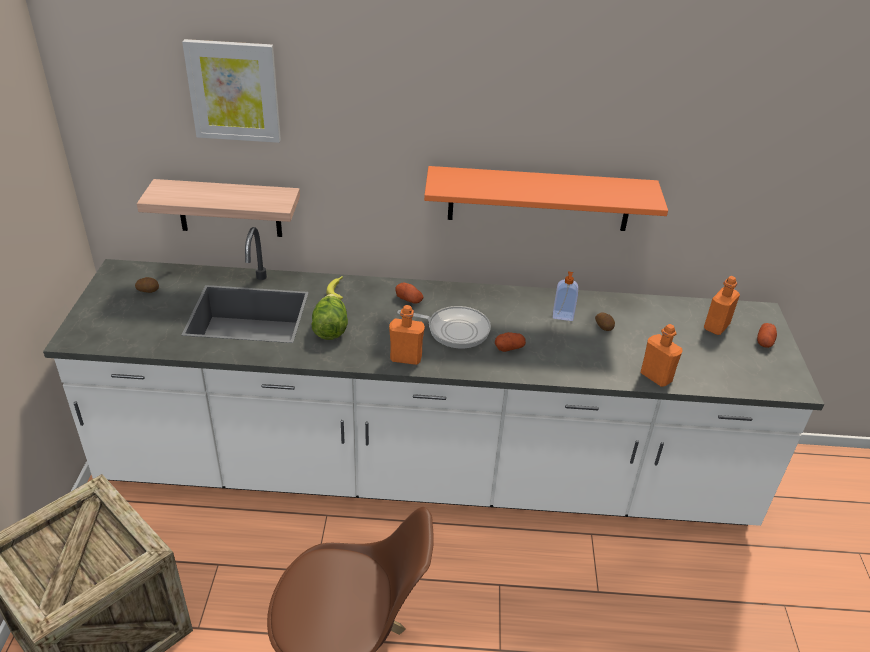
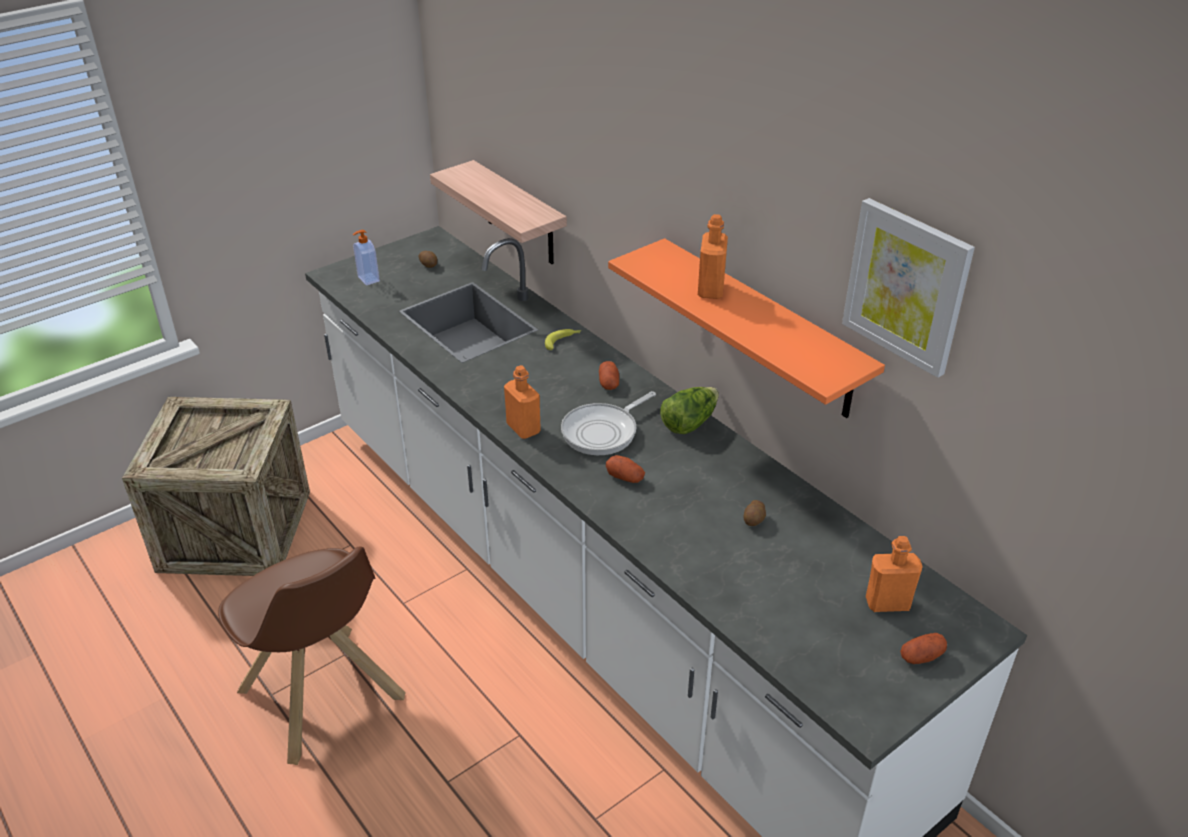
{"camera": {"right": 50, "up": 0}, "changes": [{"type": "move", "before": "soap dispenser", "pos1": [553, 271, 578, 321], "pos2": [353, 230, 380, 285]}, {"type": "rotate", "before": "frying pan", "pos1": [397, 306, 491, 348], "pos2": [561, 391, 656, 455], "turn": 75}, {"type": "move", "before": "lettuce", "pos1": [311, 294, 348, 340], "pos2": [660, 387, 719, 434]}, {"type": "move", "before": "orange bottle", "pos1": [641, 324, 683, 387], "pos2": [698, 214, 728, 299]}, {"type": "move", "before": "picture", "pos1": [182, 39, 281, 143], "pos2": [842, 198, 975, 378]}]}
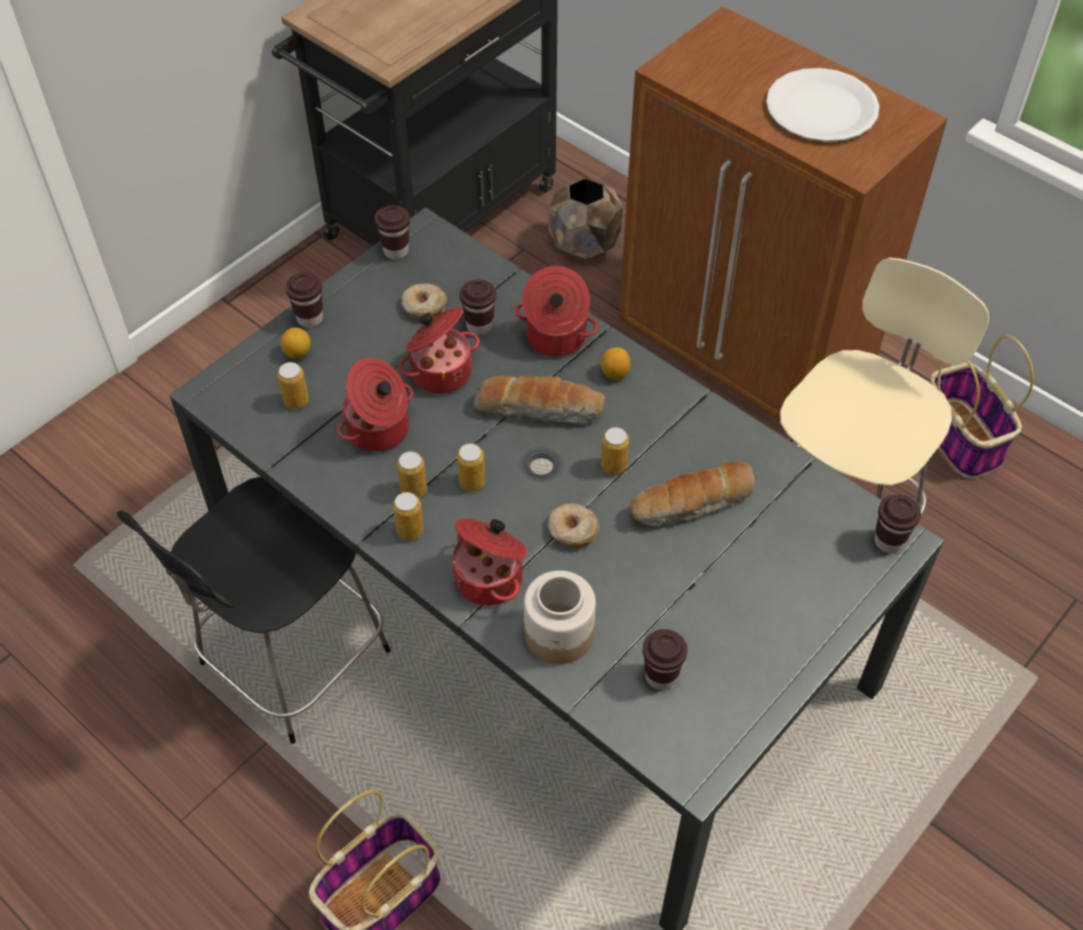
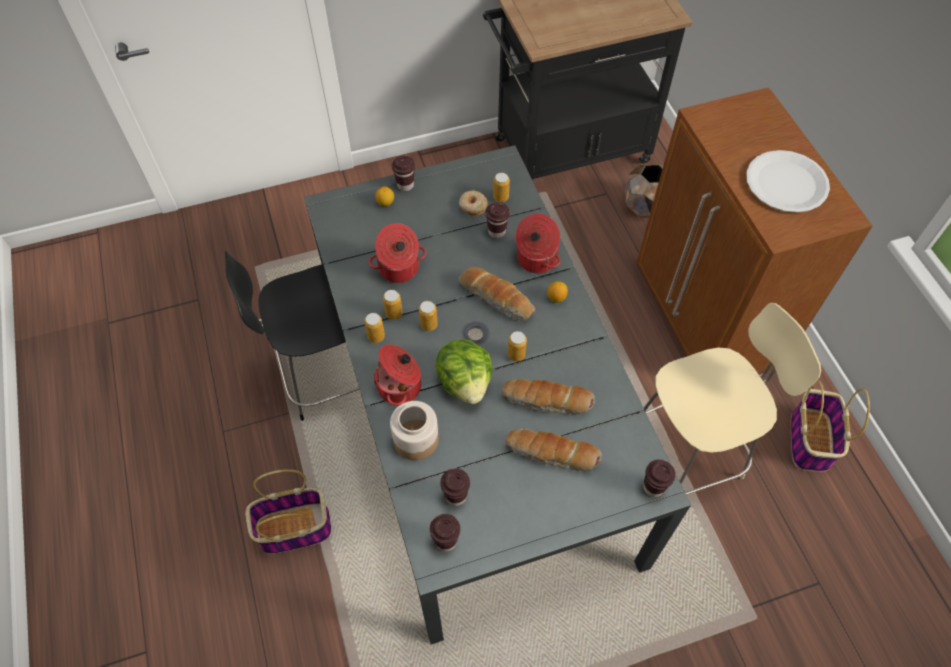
{"camera": {"right": 30, "up": 5}, "changes": [{"type": "move", "before": "brown cup", "pos1": [375, 205, 410, 259], "pos2": [430, 514, 460, 551]}, {"type": "replace", "before": "donut", "after": "lettuce", "pos1": [548, 503, 600, 549], "pos2": [435, 339, 493, 404]}, {"type": "move", "before": "can", "pos1": [277, 362, 309, 409], "pos2": [493, 173, 510, 202]}, {"type": "insert", "after": "bread", "pos2": [505, 429, 602, 471]}, {"type": "delete", "before": "cooking pot", "pos1": [399, 307, 480, 394]}]}
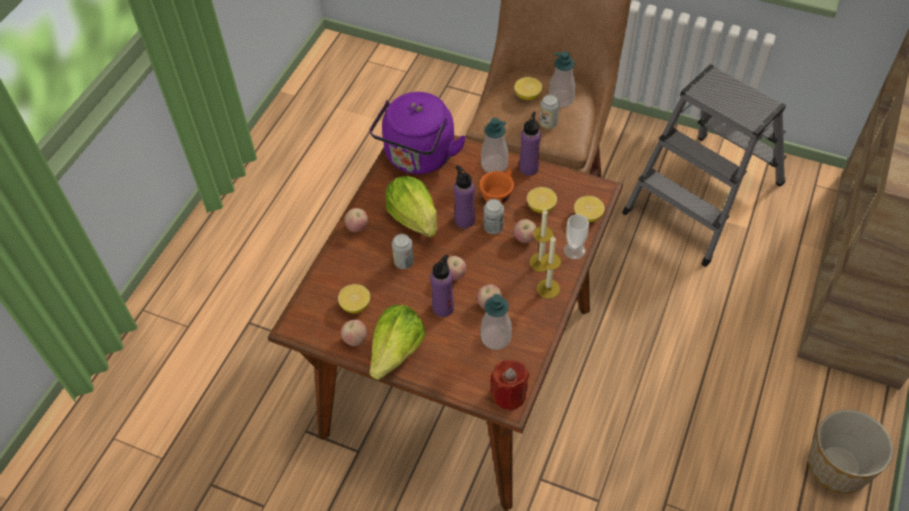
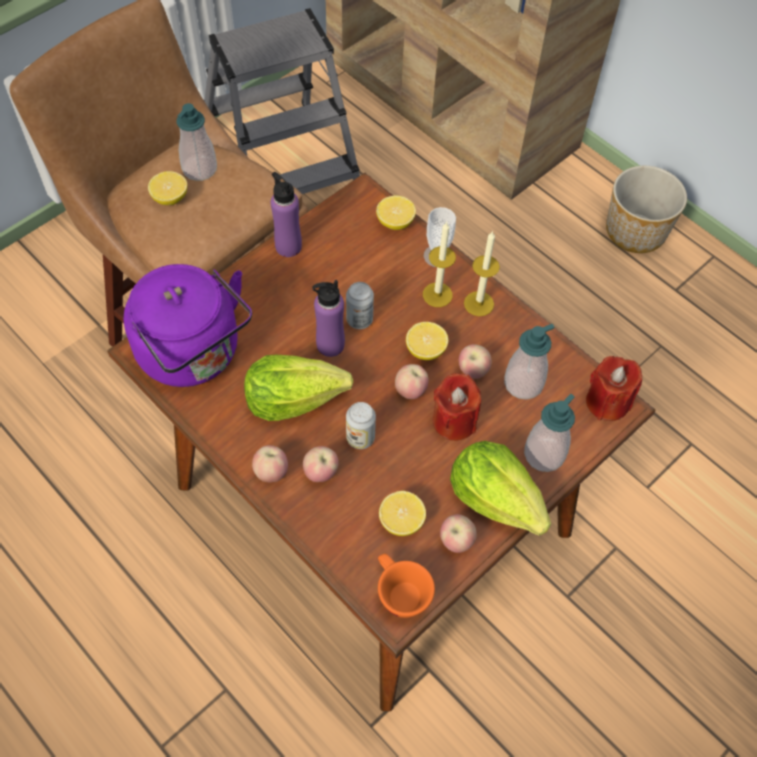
{"camera": {"right": -70, "up": 5}, "changes": [{"type": "move", "before": "apple", "pos1": [513, 219, 537, 243], "pos2": [303, 446, 339, 482]}, {"type": "move", "before": "orange cup", "pos1": [479, 170, 514, 204], "pos2": [378, 554, 435, 618]}, {"type": "move", "before": "lemon", "pos1": [527, 187, 557, 213], "pos2": [406, 322, 448, 360]}, {"type": "replace", "before": "purple bottle", "after": "red candle", "pos1": [430, 254, 454, 317], "pos2": [433, 373, 481, 441]}, {"type": "move", "before": "soap dispenser", "pos1": [481, 118, 508, 173], "pos2": [524, 394, 575, 472]}, {"type": "delete", "before": "can", "pos1": [540, 94, 559, 129]}]}
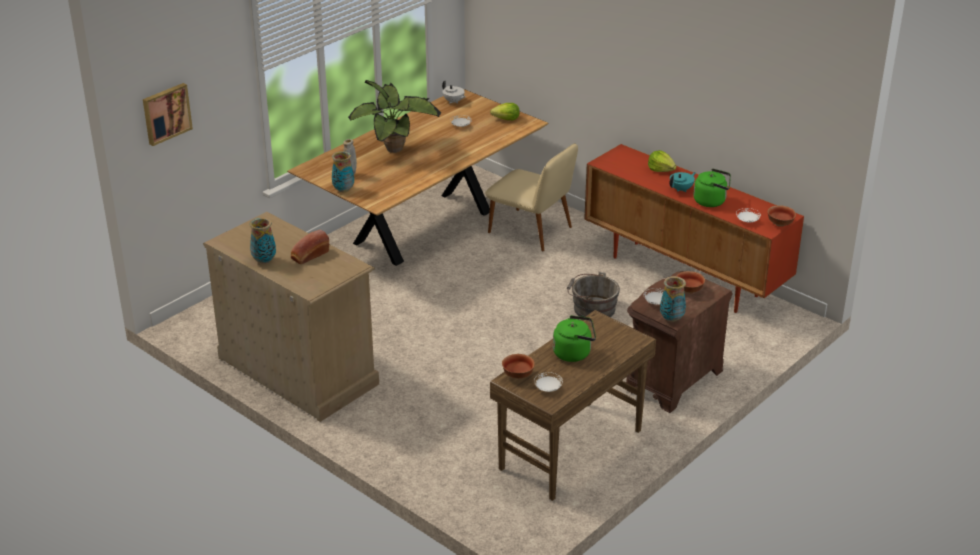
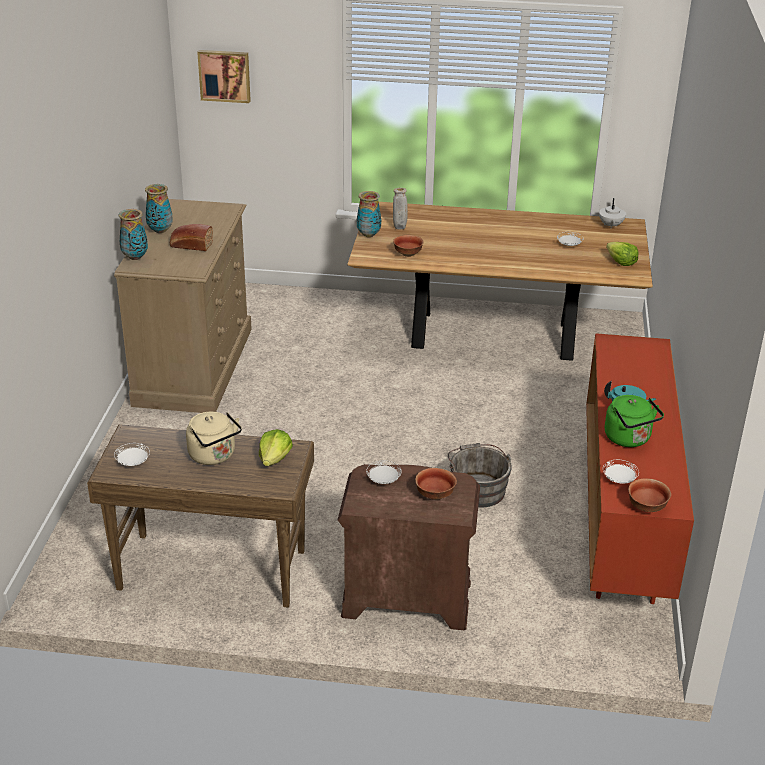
{"camera": {"right": 55, "up": 0}, "changes": [{"type": "move", "before": "vase", "pos1": [660, 276, 686, 322], "pos2": [119, 209, 148, 260]}, {"type": "recolor", "before": "green kettle", "after": "beige kettle", "pos1": [553, 315, 596, 362], "pos2": [186, 412, 242, 465]}, {"type": "move", "before": "lettuce", "pos1": [648, 150, 676, 172], "pos2": [259, 429, 293, 466]}, {"type": "move", "before": "bowl", "pos1": [502, 354, 535, 379], "pos2": [393, 235, 424, 257]}, {"type": "delete", "before": "potted plant", "pos1": [348, 80, 441, 153]}, {"type": "delete", "before": "beige chair", "pos1": [485, 143, 578, 251]}]}
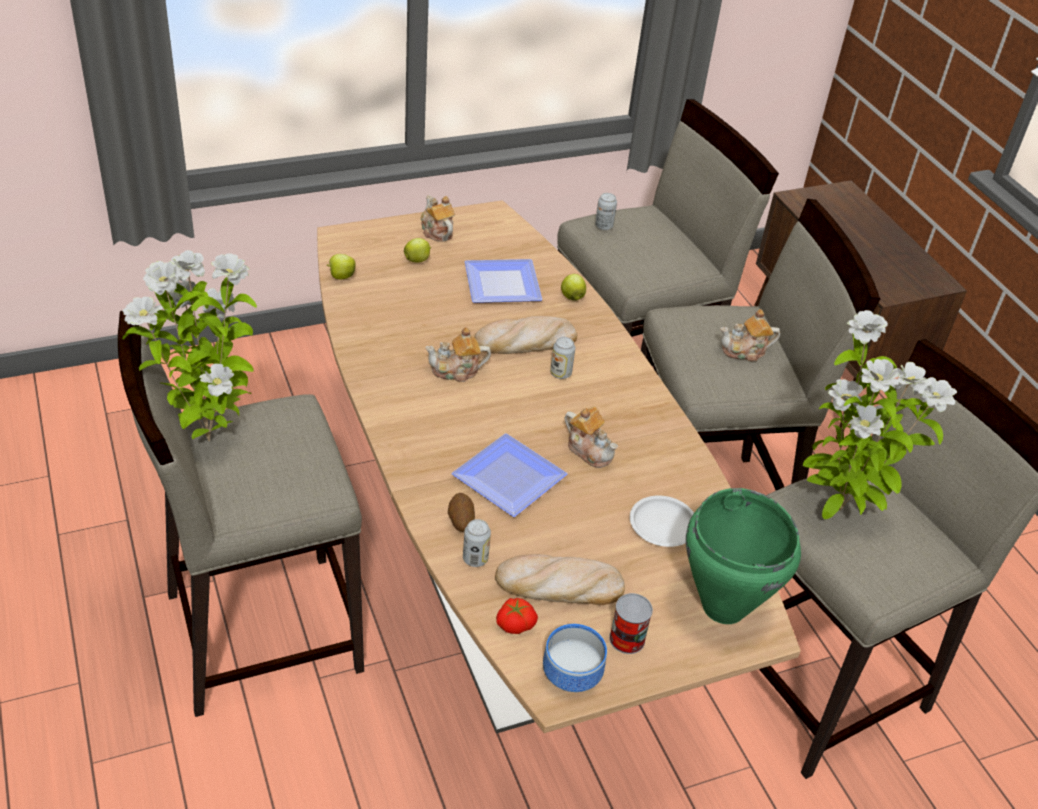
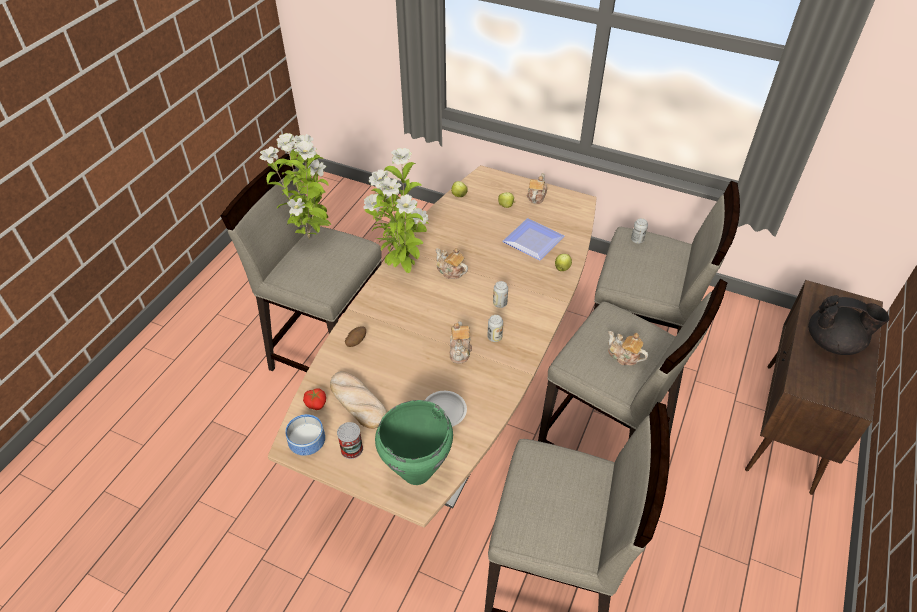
{"camera": {"right": 50, "up": 5}, "changes": [{"type": "move", "before": "potted plant", "pos1": [803, 310, 957, 519], "pos2": [363, 148, 429, 273]}, {"type": "move", "before": "can", "pos1": [463, 519, 491, 567], "pos2": [488, 315, 503, 342]}, {"type": "insert", "after": "black teapot", "pos2": [808, 295, 890, 355]}, {"type": "delete", "before": "plate", "pos1": [452, 433, 567, 517]}, {"type": "delete", "before": "bread", "pos1": [474, 316, 577, 354]}]}
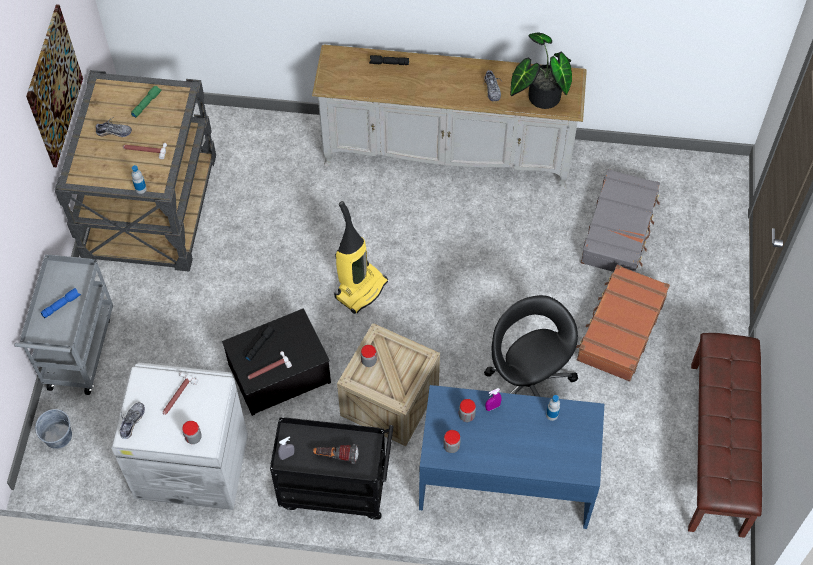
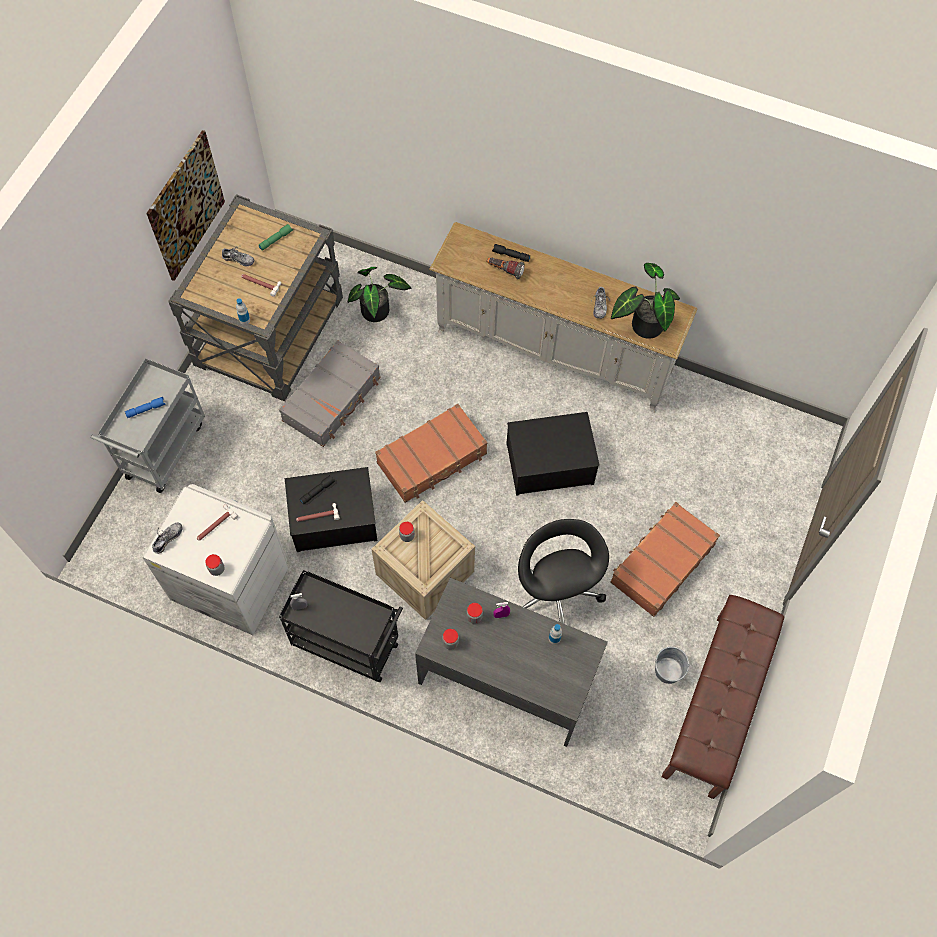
{"camera": {"right": 15, "up": 5}, "changes": [{"type": "move", "before": "grey suitcase", "pos1": [580, 169, 660, 272], "pos2": [279, 340, 380, 447]}, {"type": "insert", "after": "potted plant", "pos2": [348, 267, 412, 322]}, {"type": "replace", "before": "vacuum cleaner", "after": "brown suitcase", "pos1": [334, 201, 388, 314], "pos2": [375, 403, 487, 503]}, {"type": "recolor", "before": "blue desk", "after": "grey desk", "pos1": [419, 385, 604, 529], "pos2": [415, 578, 608, 747]}, {"type": "move", "before": "flashlight", "pos1": [313, 444, 358, 464], "pos2": [486, 258, 525, 279]}, {"type": "insert", "after": "storage box", "pos2": [506, 412, 600, 496]}, {"type": "move", "before": "grey bucket", "pos1": [35, 409, 72, 449], "pos2": [655, 647, 689, 684]}]}
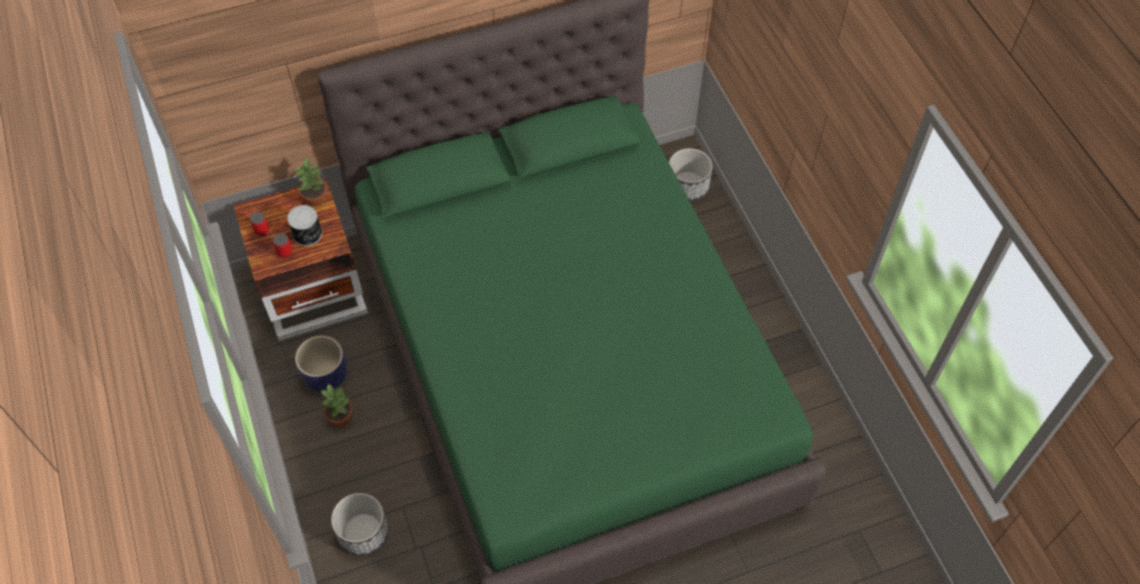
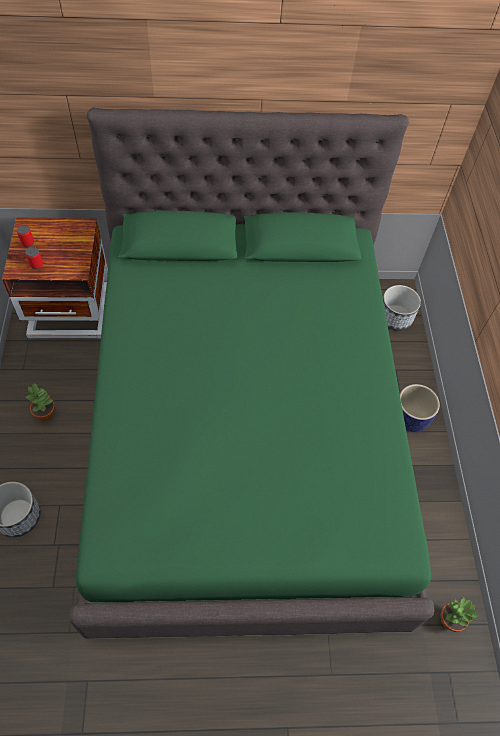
{"camera": {"right": 15, "up": 0}, "changes": [{"type": "move", "before": "planter", "pos1": [295, 335, 347, 392], "pos2": [400, 384, 440, 432]}, {"type": "move", "before": "potted plant", "pos1": [296, 158, 327, 207], "pos2": [441, 598, 478, 632]}, {"type": "delete", "before": "can", "pos1": [287, 205, 322, 246]}]}
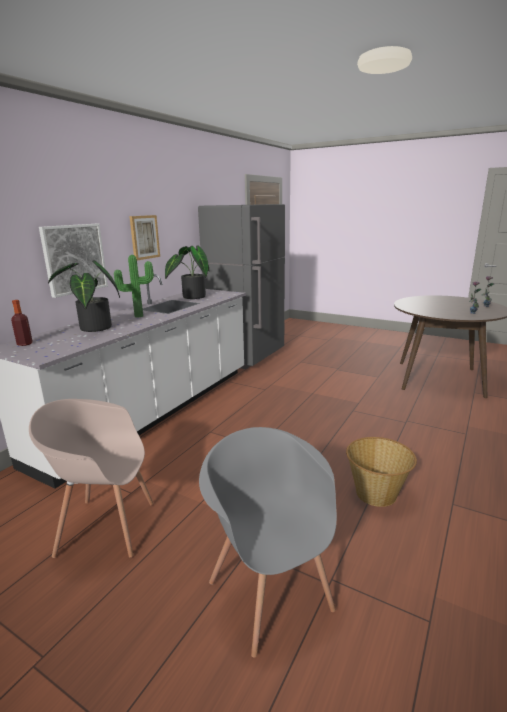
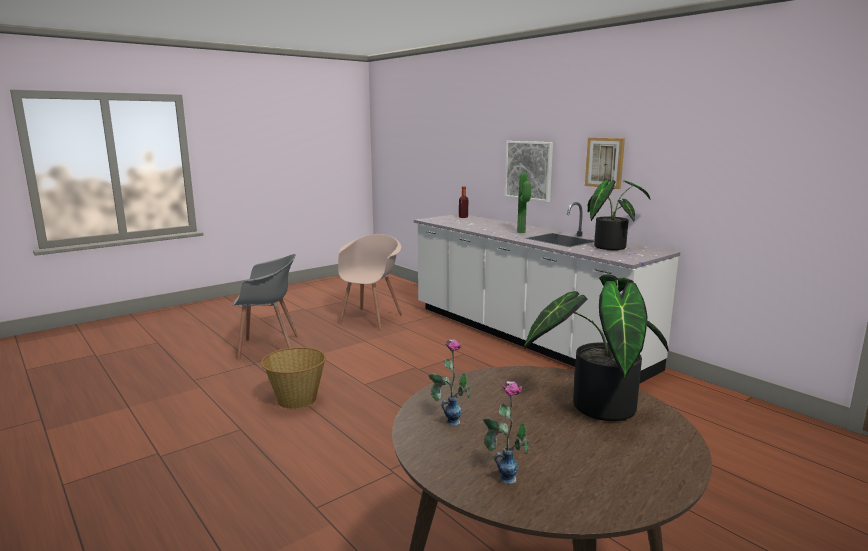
{"camera": {"right": 110, "up": -5}, "changes": [{"type": "move", "before": "potted plant", "pos1": [48, 260, 120, 332], "pos2": [524, 274, 669, 421]}, {"type": "delete", "before": "grey fridge", "pos1": [198, 204, 285, 369]}]}
